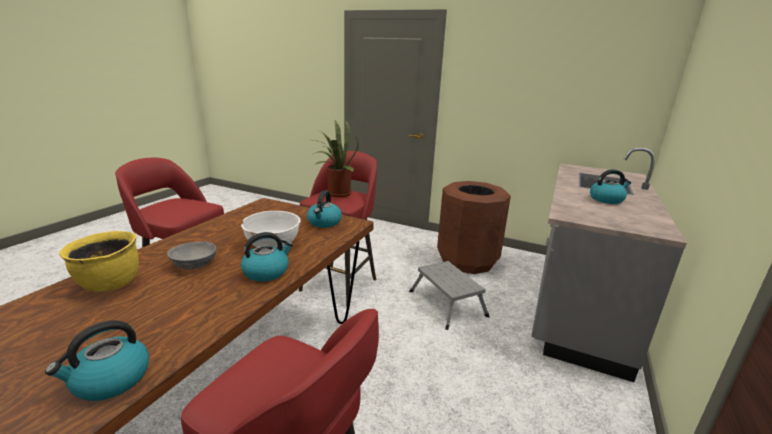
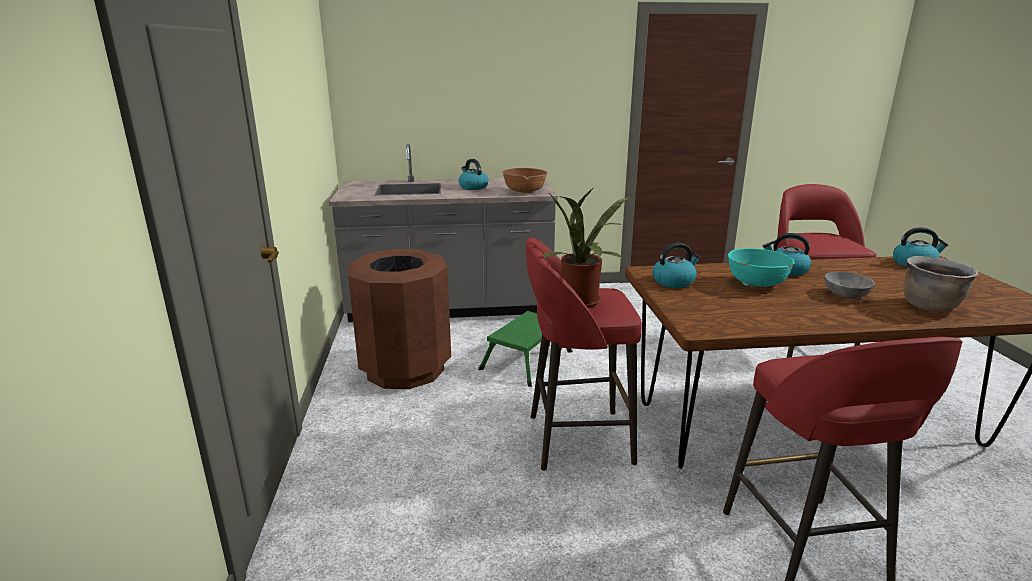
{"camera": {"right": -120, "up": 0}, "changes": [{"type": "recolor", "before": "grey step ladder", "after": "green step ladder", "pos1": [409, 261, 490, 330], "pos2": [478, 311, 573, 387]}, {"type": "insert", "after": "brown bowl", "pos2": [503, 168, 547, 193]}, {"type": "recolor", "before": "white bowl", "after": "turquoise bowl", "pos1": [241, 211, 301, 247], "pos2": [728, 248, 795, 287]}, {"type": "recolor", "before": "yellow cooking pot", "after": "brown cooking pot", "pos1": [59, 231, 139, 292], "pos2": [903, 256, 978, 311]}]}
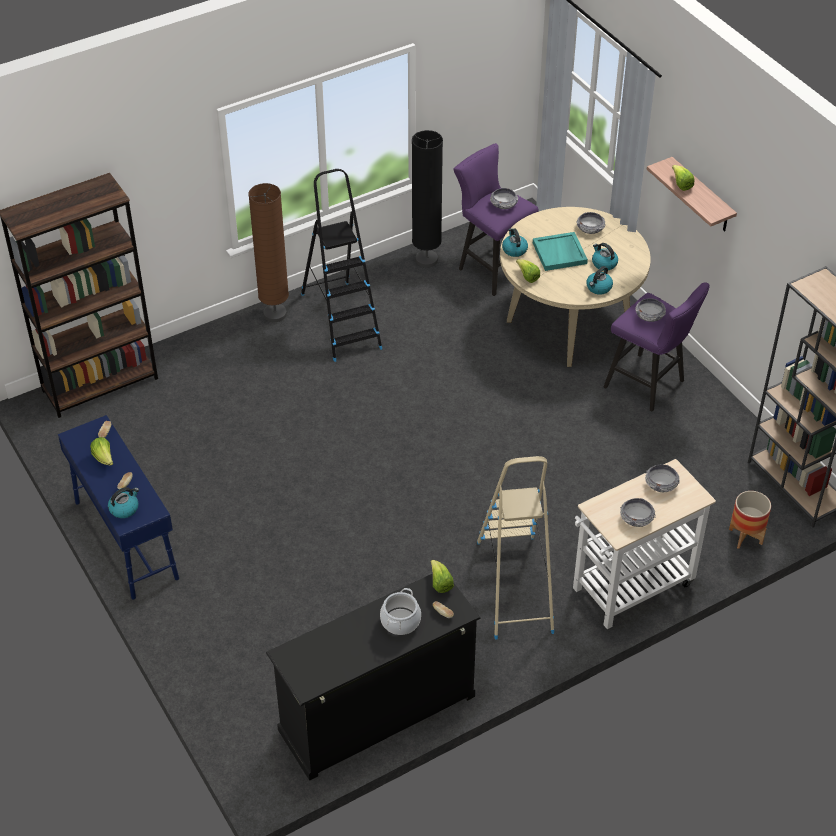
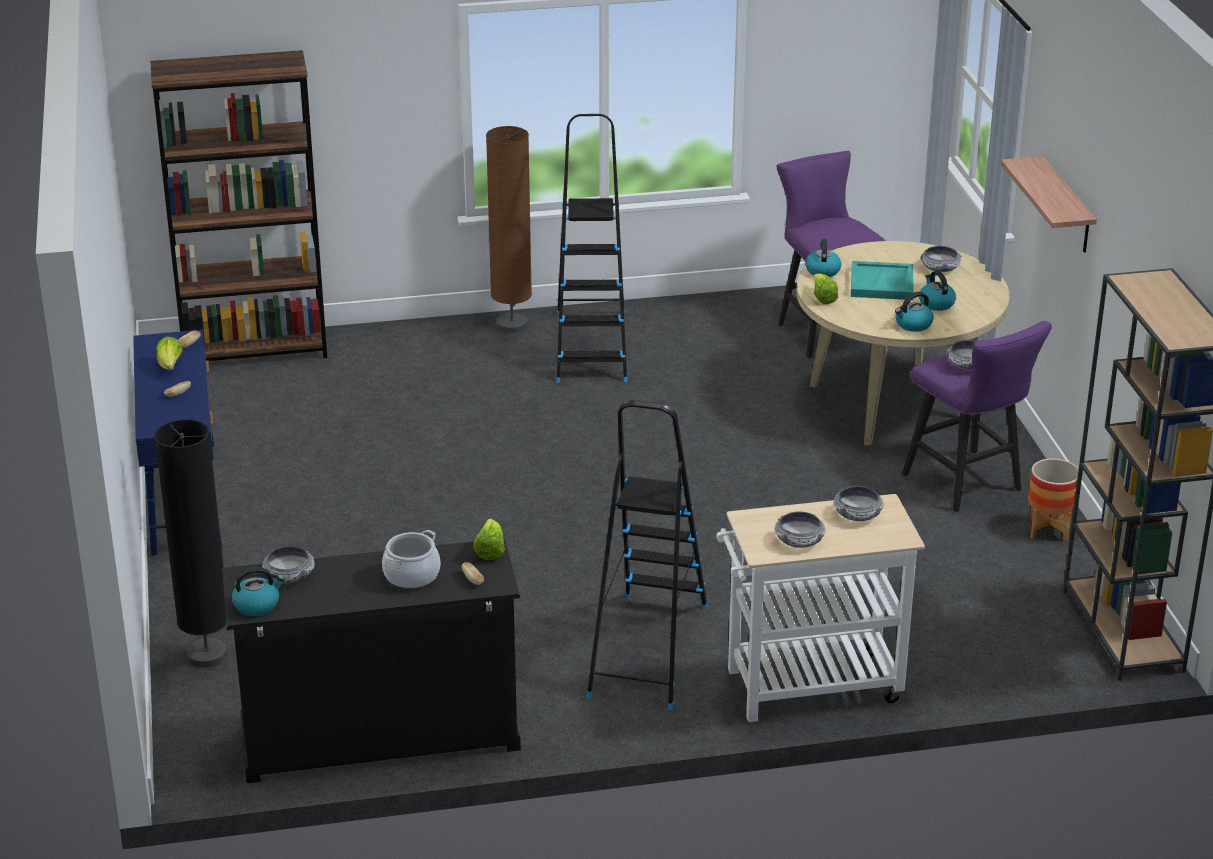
{"camera": {"right": 20, "up": -15}, "changes": [{"type": "move", "before": "black floor lamp", "pos1": [412, 130, 443, 267], "pos2": [154, 419, 227, 667]}, {"type": "move", "before": "kettle", "pos1": [108, 487, 139, 518], "pos2": [232, 567, 284, 616]}, {"type": "move", "before": "bowl", "pos1": [490, 188, 518, 209], "pos2": [262, 546, 315, 583]}, {"type": "recolor", "before": "beige step ladder", "after": "black step ladder", "pos1": [477, 456, 554, 639], "pos2": [587, 400, 707, 710]}, {"type": "move", "before": "planter", "pos1": [729, 491, 771, 549], "pos2": [1028, 458, 1079, 541]}, {"type": "delete", "before": "lettuce", "pos1": [672, 165, 695, 191]}]}
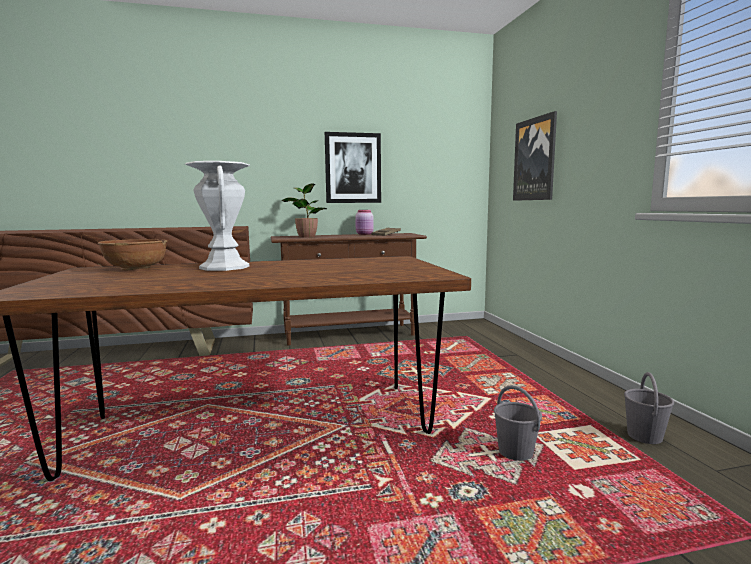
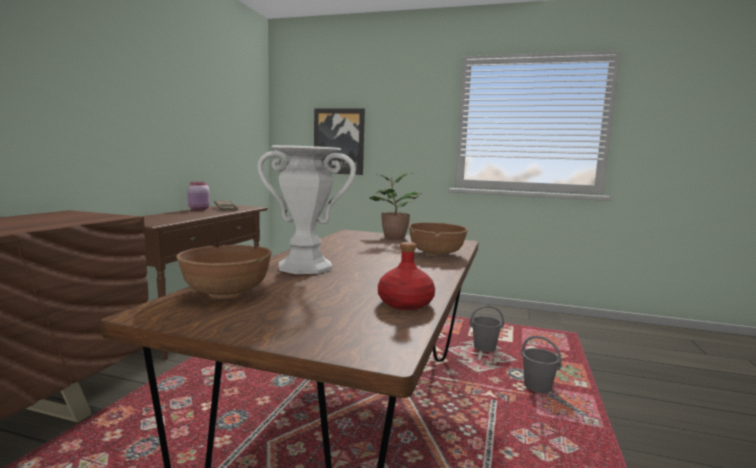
{"camera": {"right": -60, "up": 0}, "changes": [{"type": "move", "before": "potted plant", "pos1": [282, 183, 327, 237], "pos2": [370, 171, 422, 239]}, {"type": "insert", "after": "red bottle", "pos2": [378, 242, 435, 310]}, {"type": "insert", "after": "brown bowl", "pos2": [409, 222, 468, 256]}, {"type": "move", "before": "grey bucket", "pos1": [624, 372, 674, 444], "pos2": [521, 335, 562, 393]}, {"type": "delete", "before": "picture", "pos1": [325, 132, 381, 203]}]}
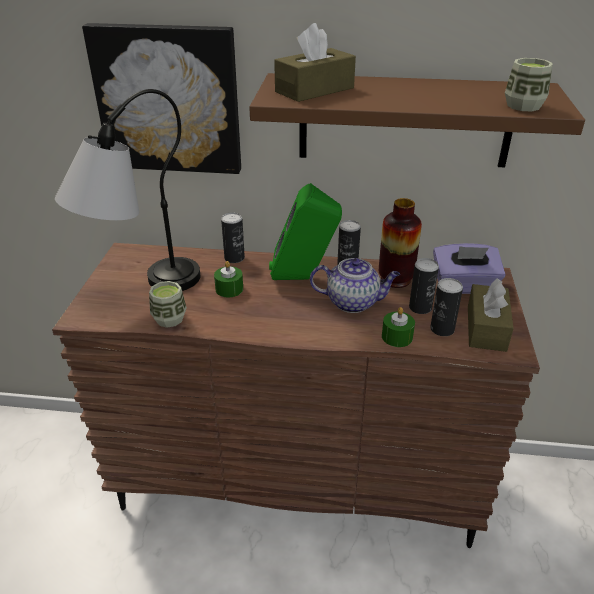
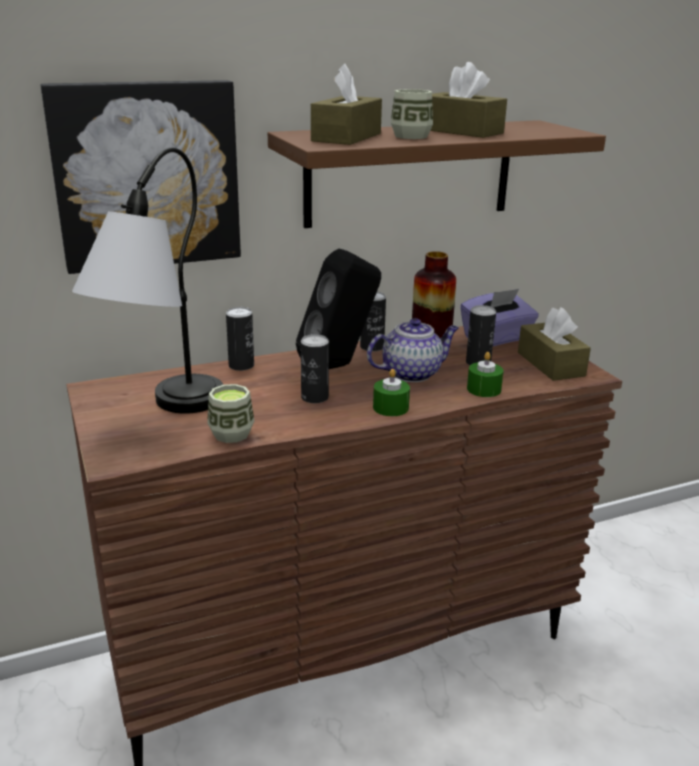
{"camera": {"right": -30, "up": -10}, "changes": [{"type": "recolor", "before": "green speaker", "after": "black speaker", "pos1": [269, 183, 342, 280], "pos2": [296, 249, 381, 369]}, {"type": "move", "before": "can", "pos1": [430, 278, 463, 336], "pos2": [301, 334, 329, 403]}, {"type": "move", "before": "green candle", "pos1": [214, 261, 243, 297], "pos2": [373, 369, 410, 416]}, {"type": "move", "before": "cup", "pos1": [505, 58, 553, 112], "pos2": [391, 89, 433, 139]}, {"type": "insert", "after": "brown tissue box", "pos2": [430, 62, 507, 138]}]}
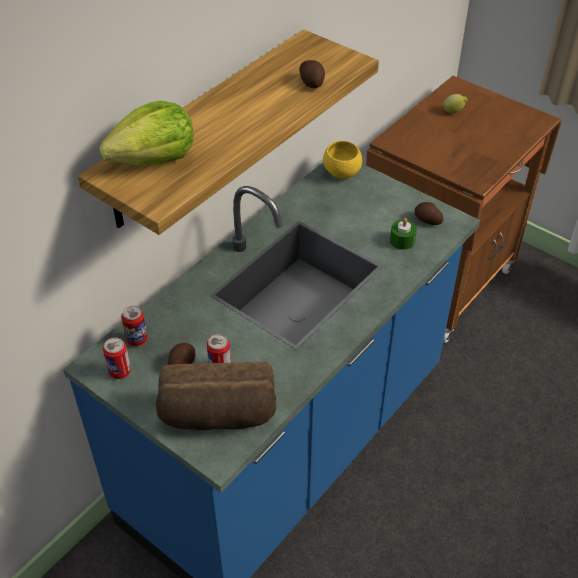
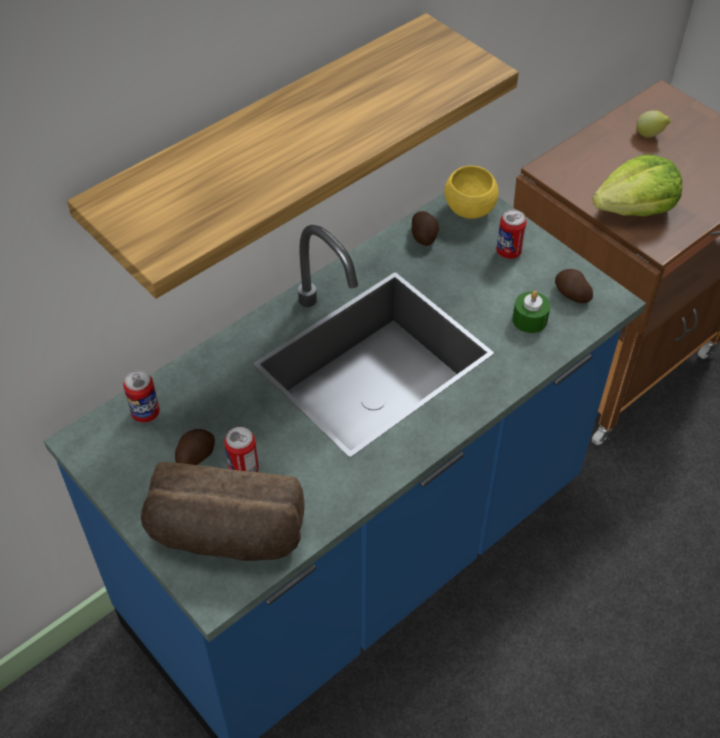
{"camera": {"right": 10, "up": 5}, "changes": [{"type": "move", "before": "potato", "pos1": [299, 60, 325, 88], "pos2": [411, 211, 439, 246]}, {"type": "move", "before": "can", "pos1": [103, 338, 131, 379], "pos2": [496, 210, 527, 259]}, {"type": "move", "before": "lettuce", "pos1": [99, 101, 194, 165], "pos2": [592, 154, 682, 217]}]}
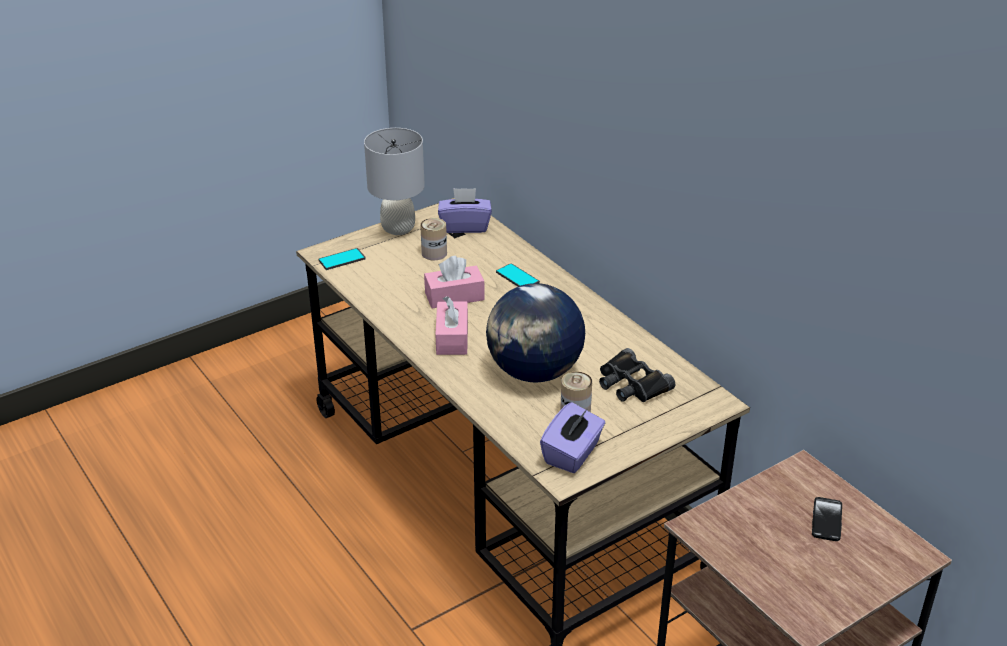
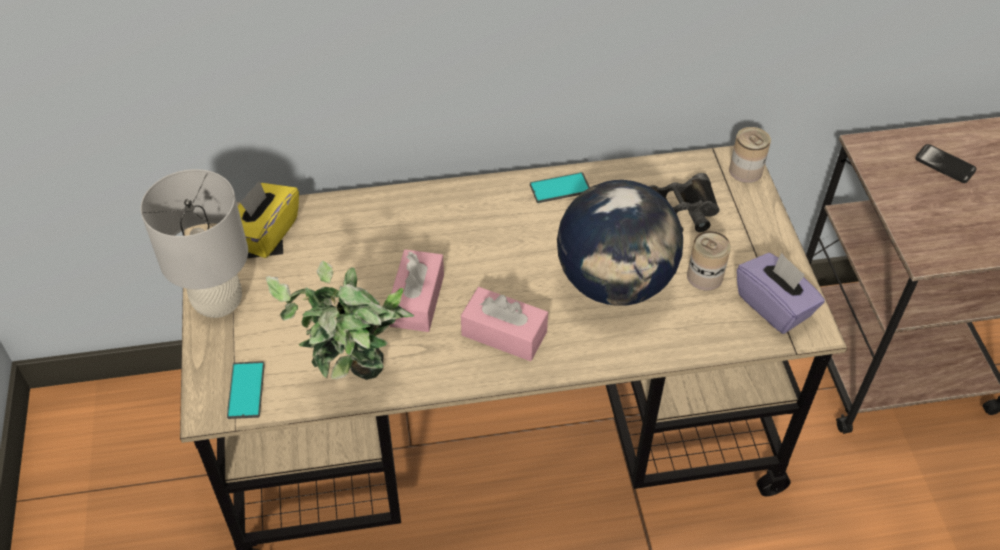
{"camera": {"right": -65, "up": 15}, "changes": [{"type": "recolor", "before": "purple tissue box", "after": "yellow tissue box", "pos1": [438, 188, 492, 233], "pos2": [238, 181, 299, 258]}, {"type": "insert", "after": "potted plant", "pos2": [266, 261, 414, 380]}, {"type": "move", "before": "phone", "pos1": [496, 263, 540, 287], "pos2": [530, 172, 590, 203]}, {"type": "move", "before": "can", "pos1": [420, 218, 447, 260], "pos2": [729, 127, 771, 183]}]}
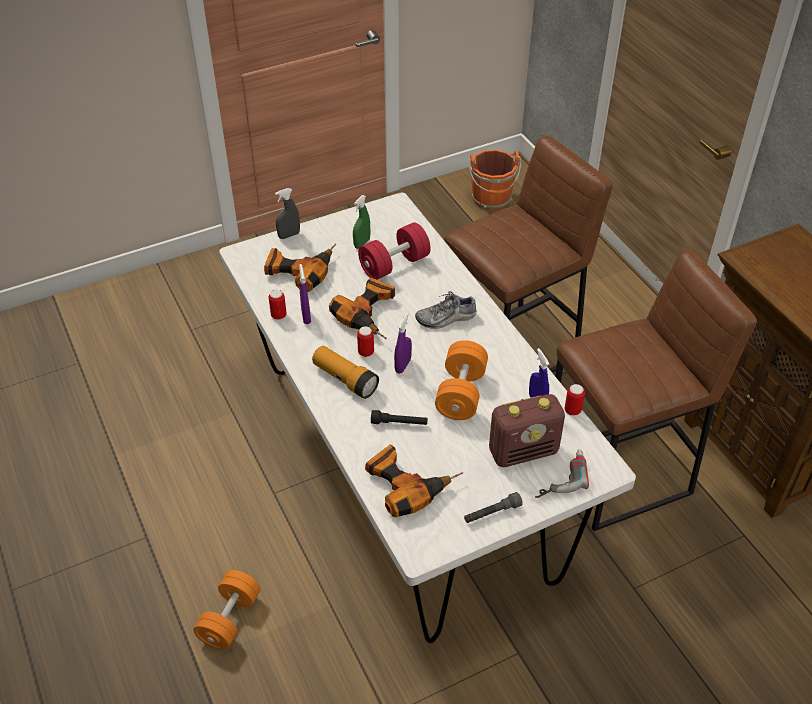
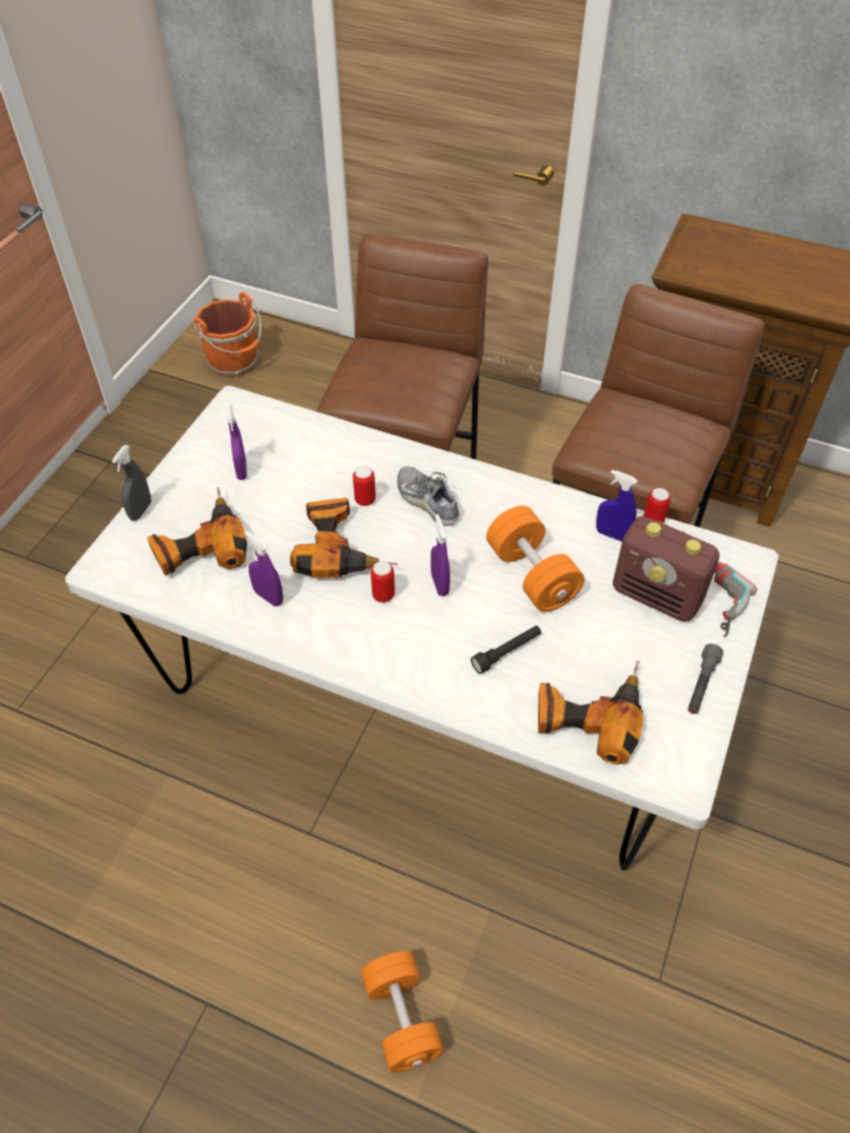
{"camera": {"right": -40, "up": 5}, "changes": [{"type": "recolor", "before": "green spray bottle", "after": "purple spray bottle", "pos1": [353, 195, 370, 249], "pos2": [227, 405, 247, 480]}, {"type": "move", "before": "can", "pos1": [269, 290, 287, 320], "pos2": [353, 466, 376, 506]}, {"type": "rotate", "before": "shoe", "pos1": [415, 291, 477, 329], "pos2": [397, 466, 460, 526], "turn": 105}, {"type": "rotate", "before": "radio", "pos1": [489, 394, 565, 467], "pos2": [613, 516, 720, 622], "turn": 90}, {"type": "delete", "before": "flashlight", "pos1": [312, 346, 379, 399]}, {"type": "delete", "before": "red dumbbell", "pos1": [358, 222, 431, 280]}]}
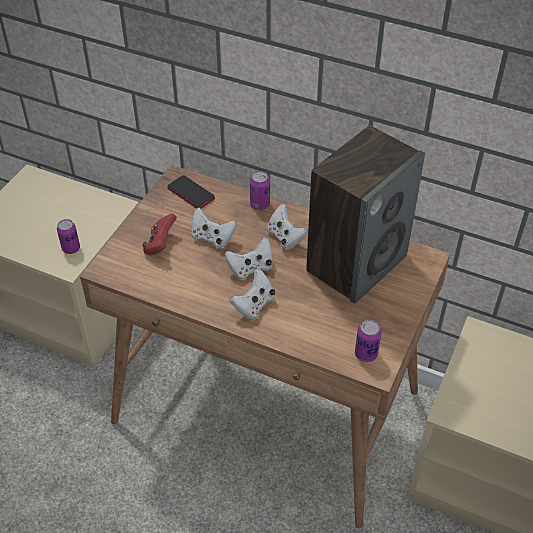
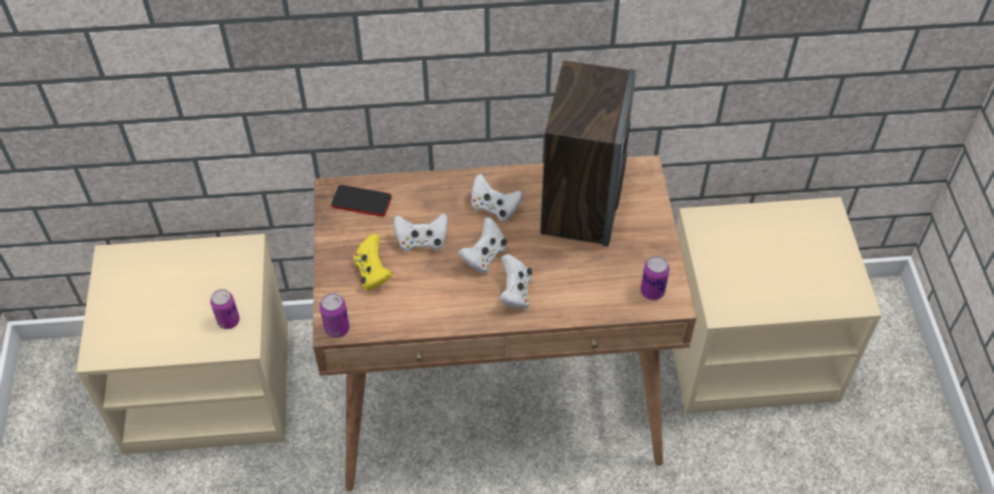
{"camera": {"right": -30, "up": 5}, "changes": [{"type": "move", "before": "can", "pos1": [250, 171, 270, 210], "pos2": [320, 293, 350, 338]}, {"type": "recolor", "before": "red game controller", "after": "yellow game controller", "pos1": [142, 213, 177, 255], "pos2": [353, 234, 393, 290]}]}
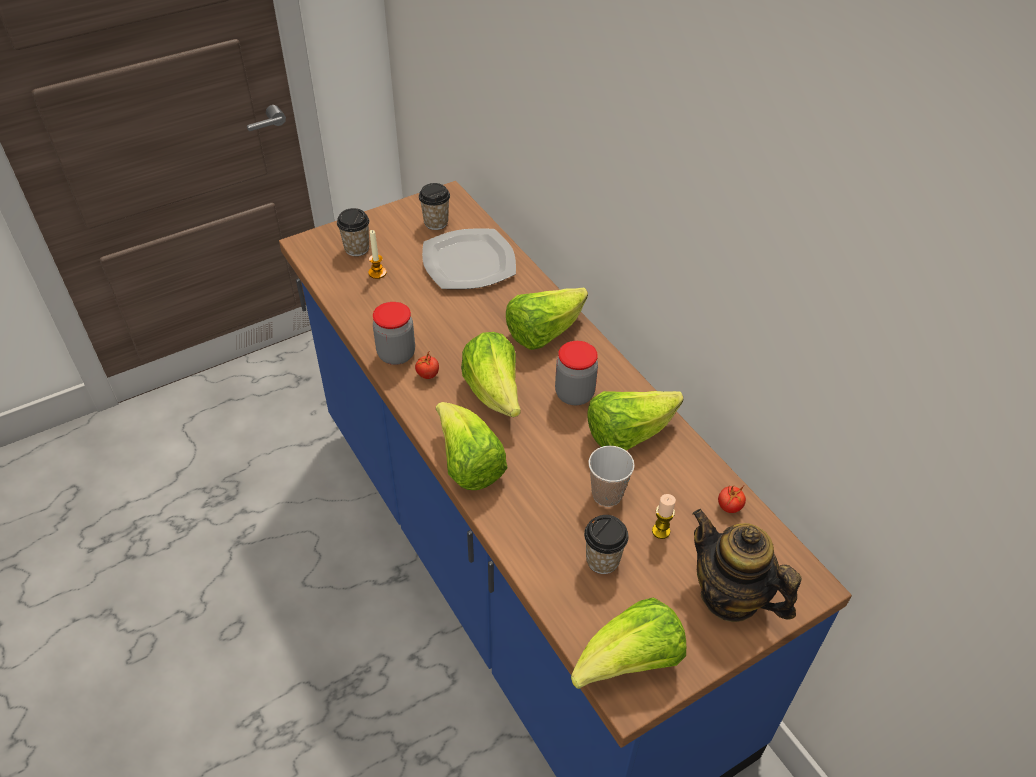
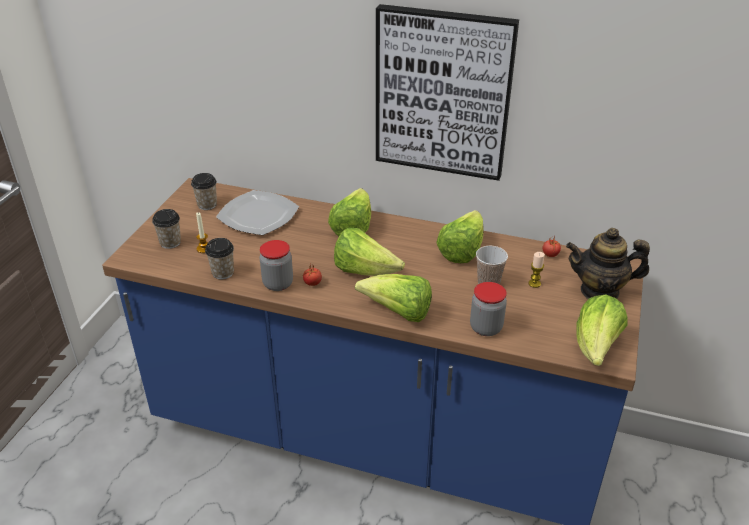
{"camera": {"right": -40, "up": -10}, "changes": [{"type": "move", "before": "cup", "pos1": [584, 515, 629, 574], "pos2": [205, 238, 234, 280]}, {"type": "insert", "after": "picture", "pos2": [376, 4, 519, 181]}, {"type": "move", "before": "jar", "pos1": [555, 341, 598, 405], "pos2": [470, 282, 507, 336]}]}
